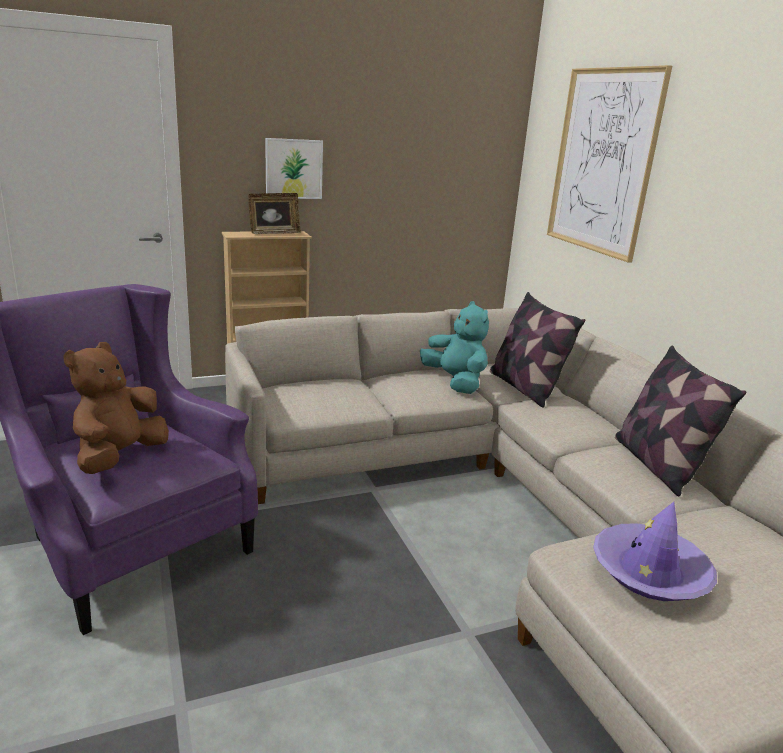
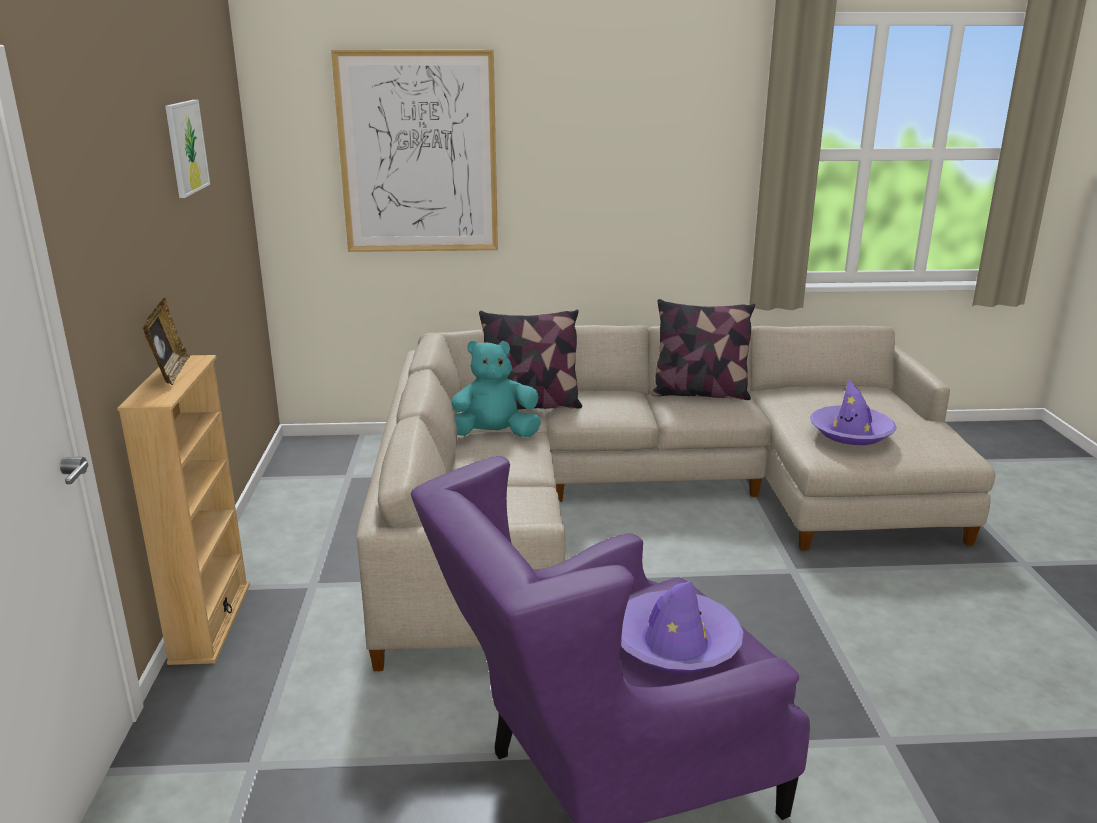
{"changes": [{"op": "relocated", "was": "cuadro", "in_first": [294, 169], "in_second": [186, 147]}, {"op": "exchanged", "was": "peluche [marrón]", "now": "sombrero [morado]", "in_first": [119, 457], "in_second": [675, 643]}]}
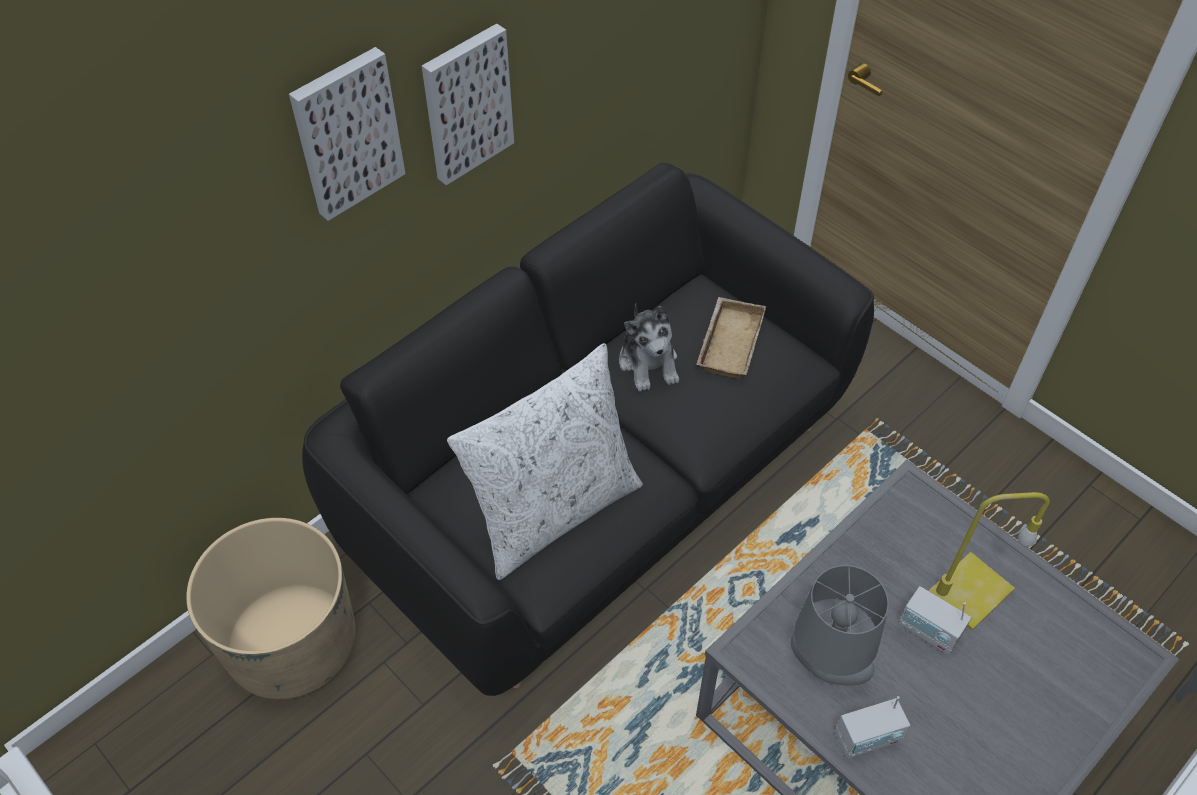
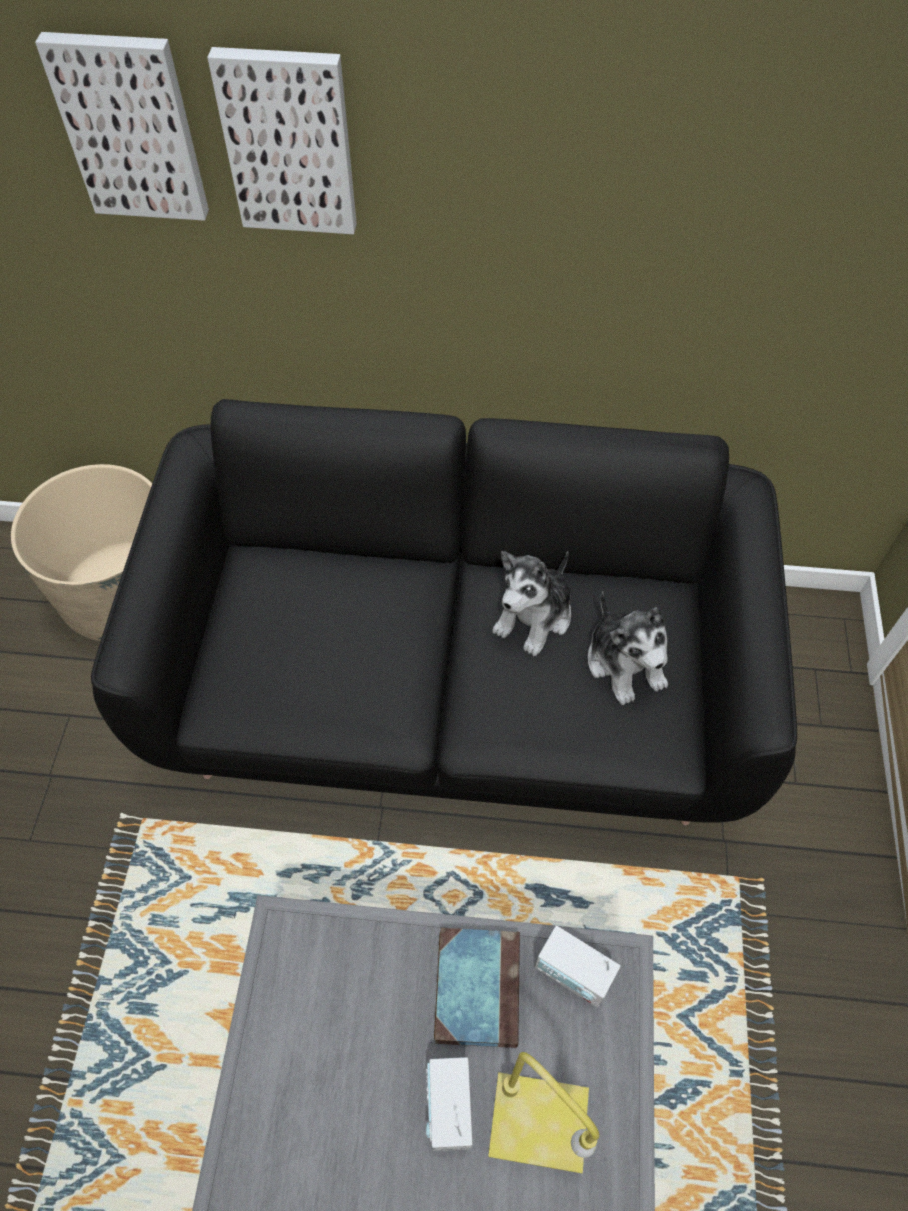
{"changes": [{"op": "relocated", "was": "cuadro", "in_first": [465, 103], "in_second": [131, 127]}, {"op": "appeared", "now": "libro", "in_second": [476, 986]}, {"op": "relocated", "was": "radio", "in_first": [868, 738], "in_second": [573, 973]}, {"op": "exchanged", "was": "bandeja [beis]", "now": "peluche", "in_first": [728, 341], "in_second": [625, 663]}, {"op": "missing", "was": "cojín [blanco]", "in_first": [553, 510]}, {"op": "missing", "was": "lámpara de mesa [gris]", "in_first": [825, 668]}]}
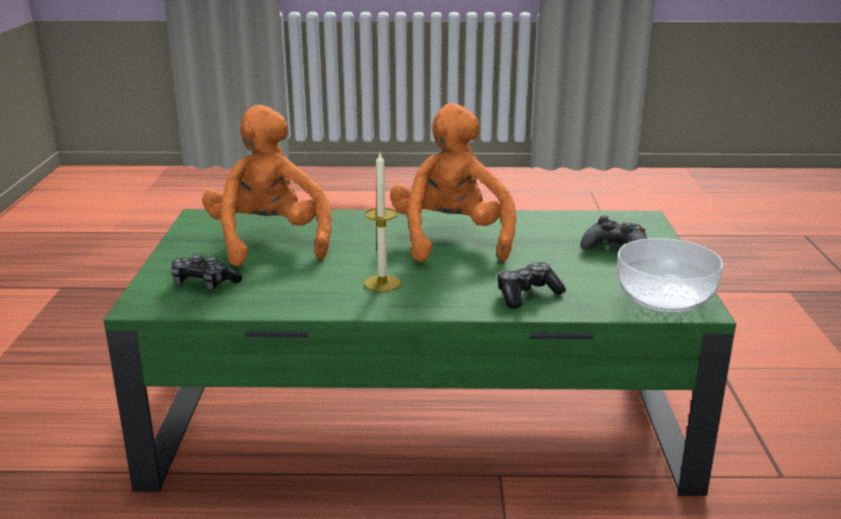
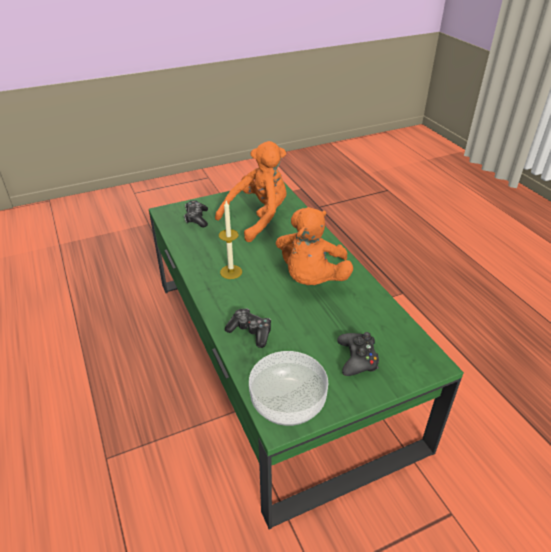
{"changes": [{"op": "spun", "was": "peluche [naranja]", "in_first": [451, 240], "in_second": [311, 279], "clockwise": 135}]}
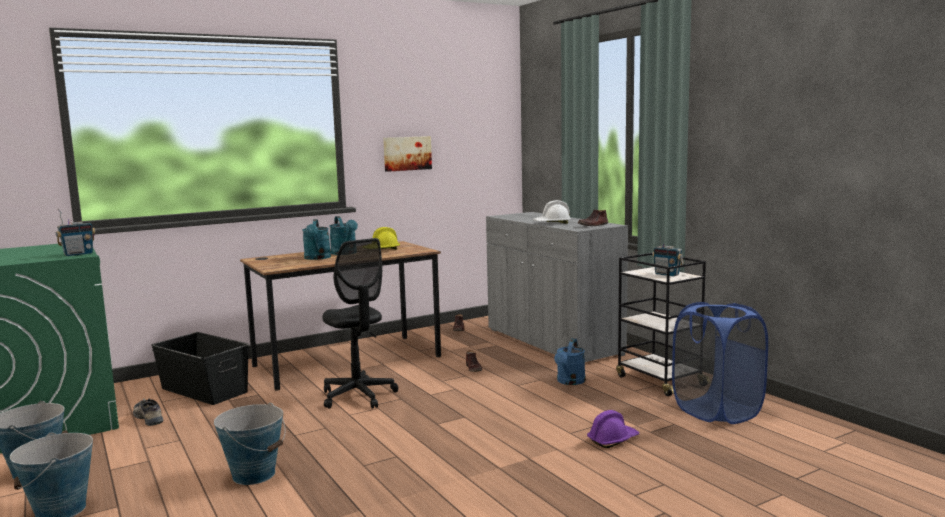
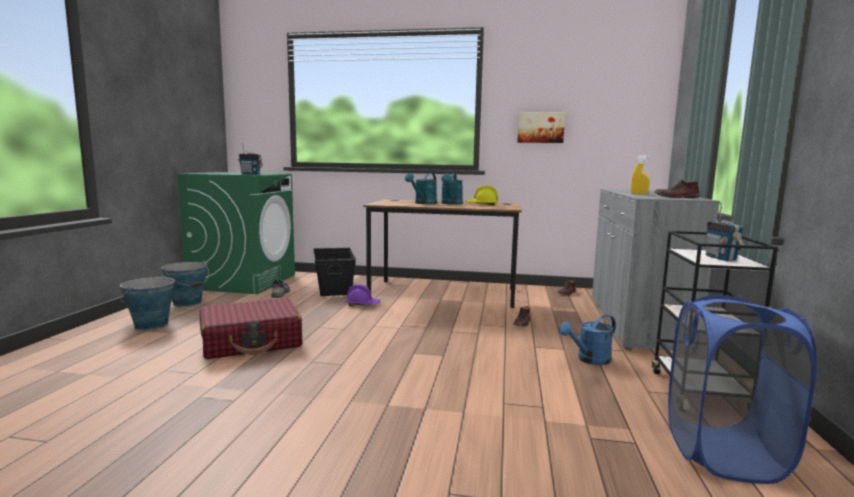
{"changes": [{"op": "exchanged", "was": "cubo", "now": "maleta [rojo]", "in_first": [254, 474], "in_second": [251, 341]}, {"op": "relocated", "was": "casco [morado]", "in_first": [612, 440], "in_second": [362, 304]}, {"op": "exchanged", "was": "casco [blanco]", "now": "pulverizador [amarillo]", "in_first": [552, 223], "in_second": [639, 194]}, {"op": "missing", "was": "silla de oficina [negro]", "in_first": [358, 396]}]}
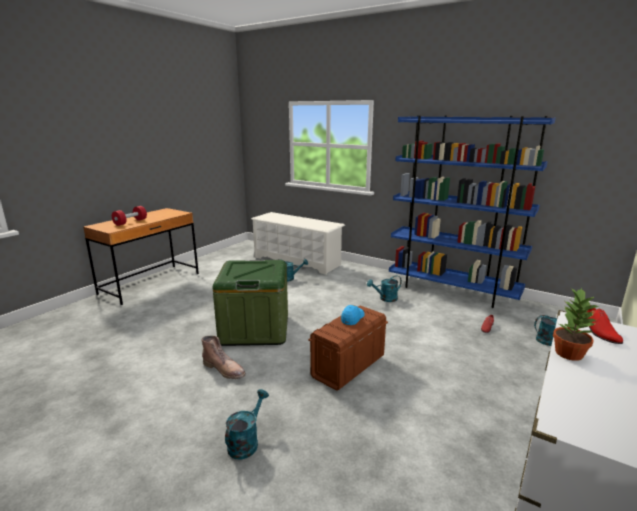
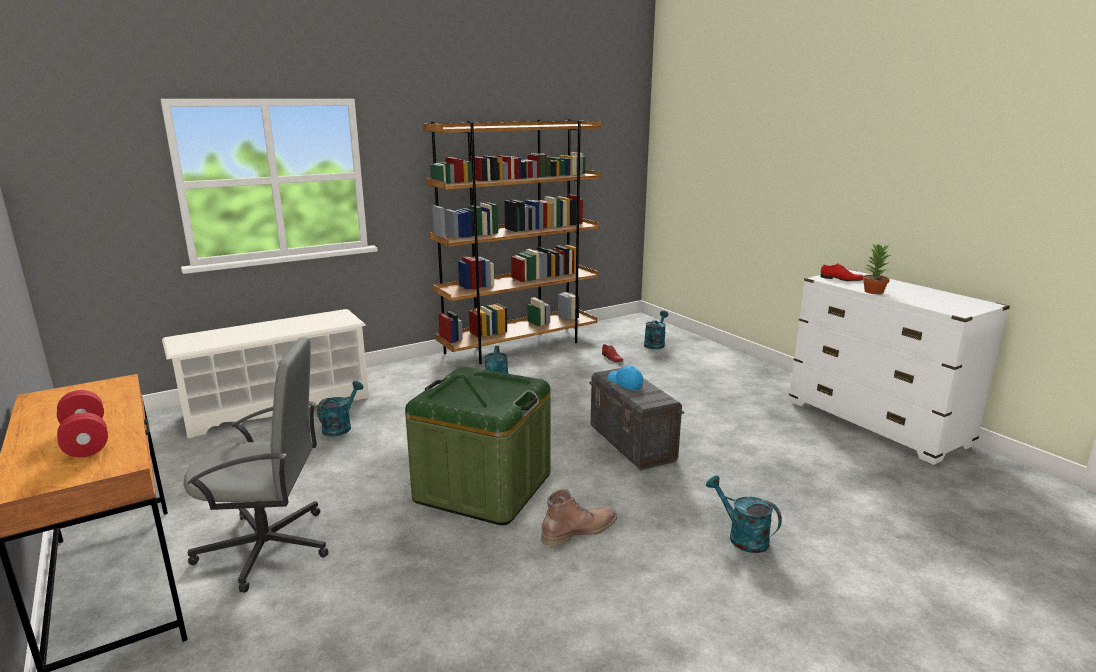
{"changes": [{"op": "appeared", "now": "silla de oficina [gris]", "in_second": [268, 547]}, {"op": "colour", "was": "estantería [azul]", "now": "estantería [marrón]", "in_first": [452, 291], "in_second": [519, 346]}, {"op": "colour", "was": "caja de almacenaje [marrón]", "now": "caja de almacenaje [gris]", "in_first": [348, 366], "in_second": [632, 444]}]}
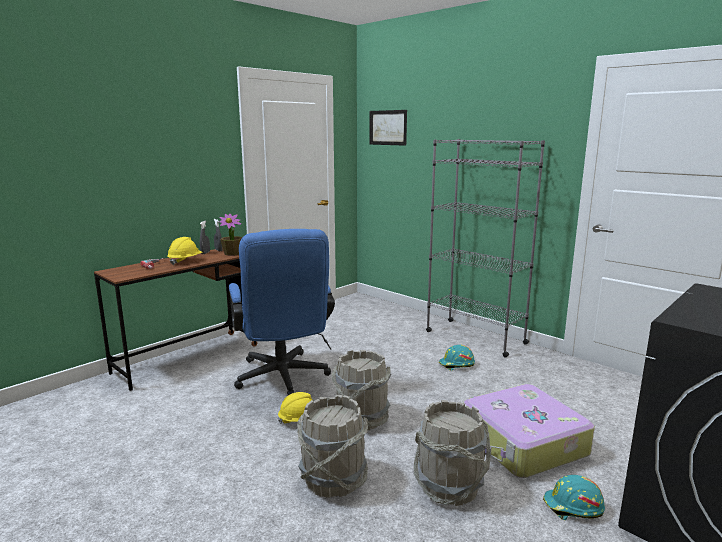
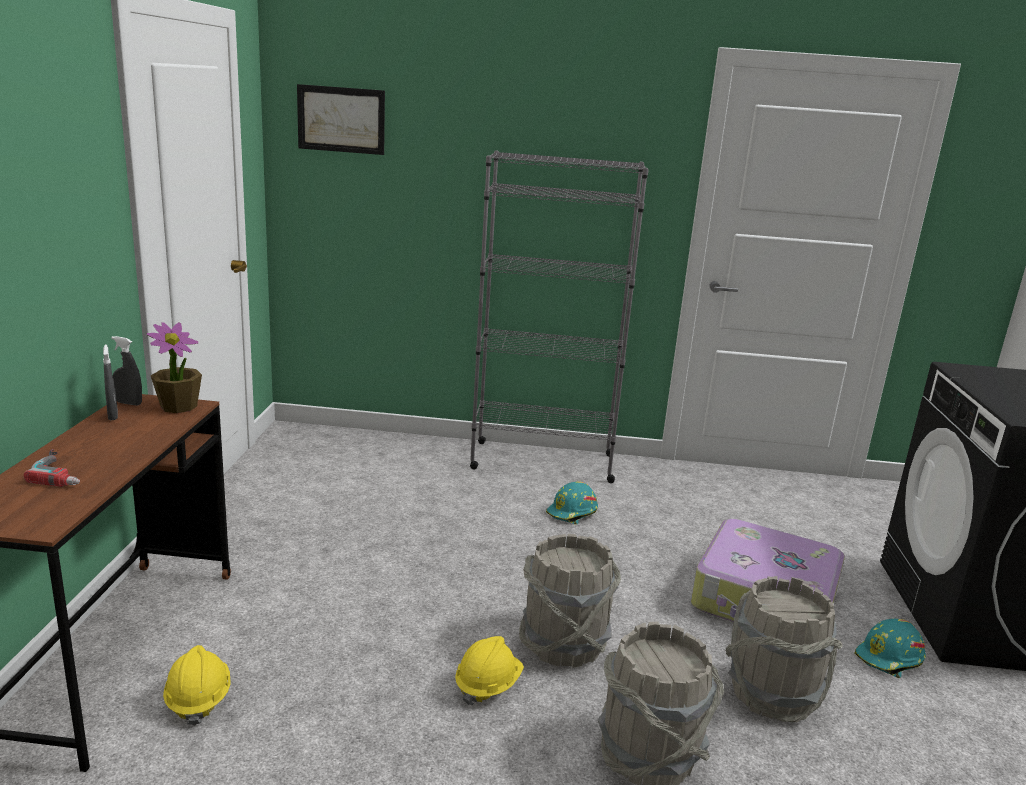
{"changes": [{"op": "relocated", "was": "casco [amarillo]", "in_first": [185, 261], "in_second": [198, 699]}, {"op": "missing", "was": "silla de oficina [azul]", "in_first": [283, 379]}]}
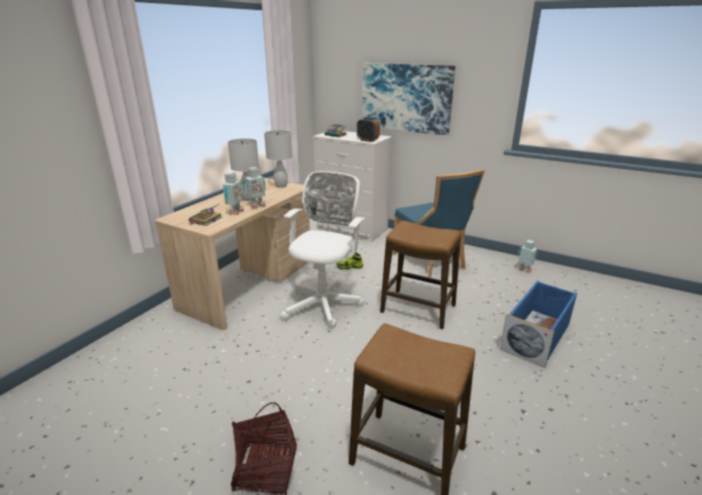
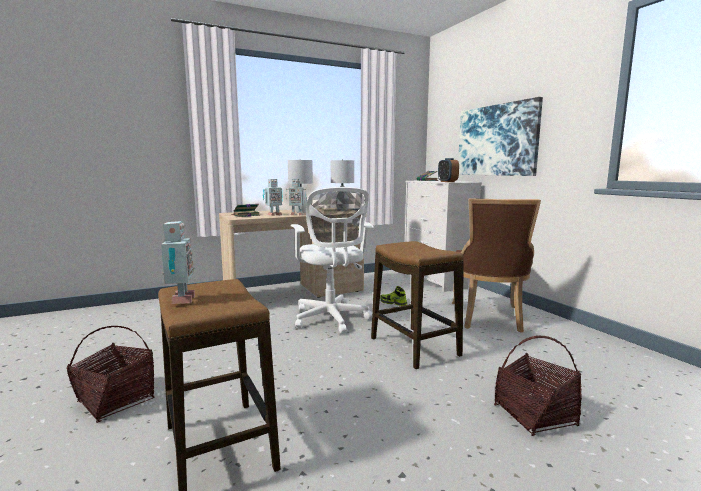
{"changes": [{"op": "relocated", "was": "robot de juguete", "in_first": [524, 271], "in_second": [180, 300]}, {"op": "spun", "was": "silla de oficina [blanco]", "in_first": [324, 303], "in_second": [331, 319], "clockwise": 105}, {"op": "colour", "was": "silla [azul]", "now": "silla [marrón]", "in_first": [432, 261], "in_second": [488, 318]}, {"op": "exchanged", "was": "caja de almacenaje [azul]", "now": "cesta", "in_first": [536, 336], "in_second": [535, 415]}]}
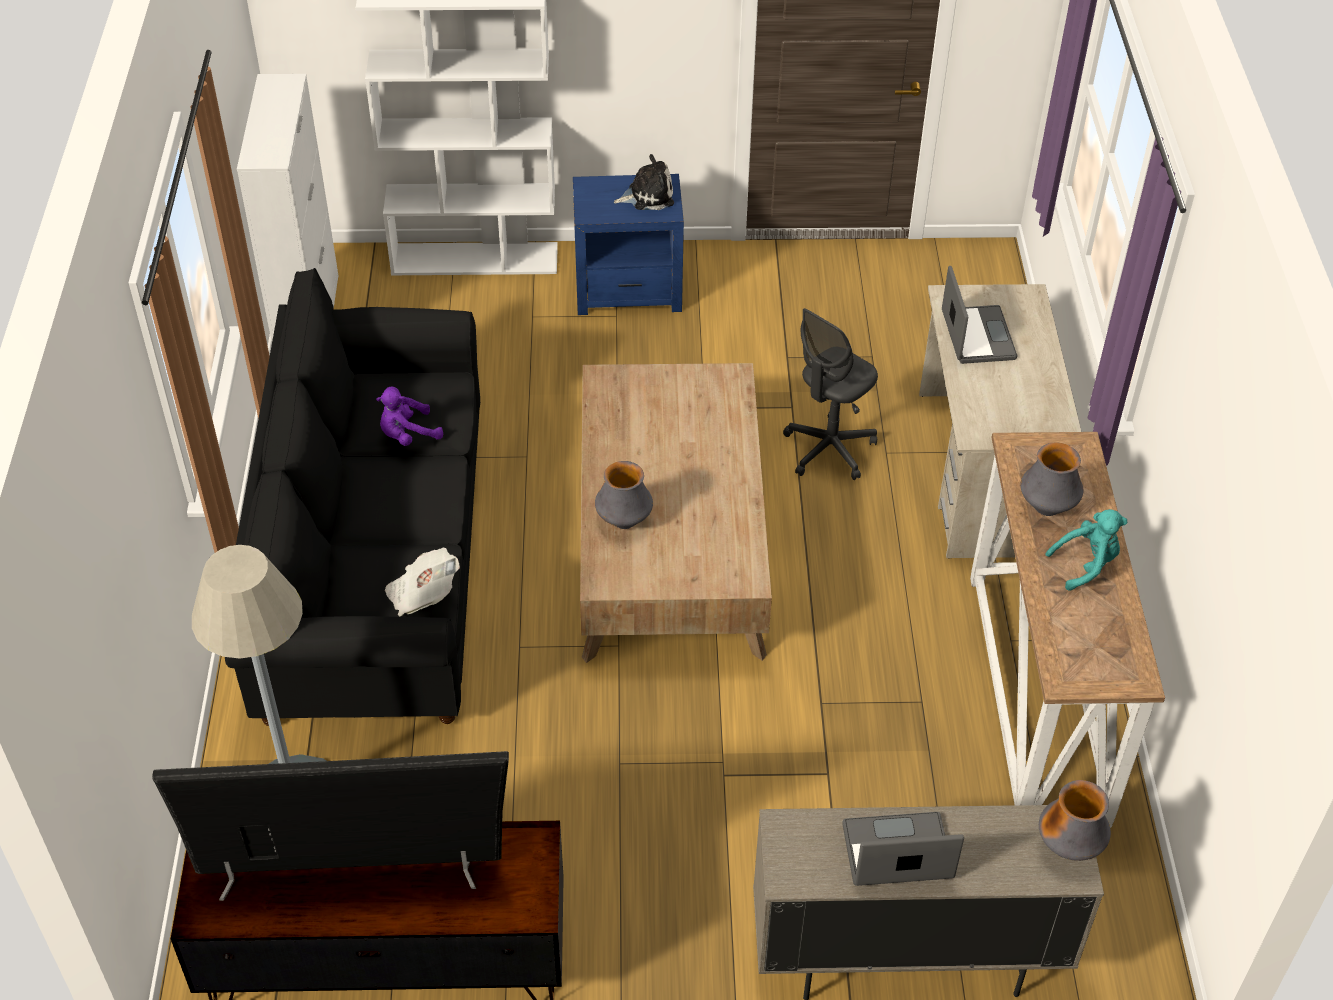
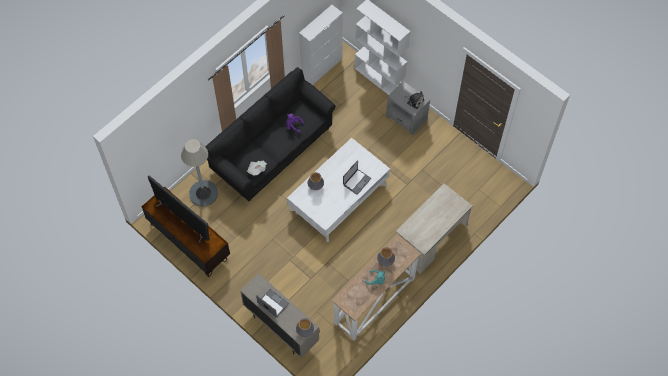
{"changes": [{"op": "colour", "was": "mesa de centro [marrón]", "now": "mesa de centro [blanco]", "in_first": [670, 543], "in_second": [339, 197]}, {"op": "relocated", "was": "portátil", "in_first": [976, 336], "in_second": [356, 181]}, {"op": "colour", "was": "mesa auxiliar [azul]", "now": "mesa auxiliar [gris]", "in_first": [629, 289], "in_second": [406, 118]}, {"op": "missing", "was": "silla de oficina [gris]", "in_first": [829, 449]}]}
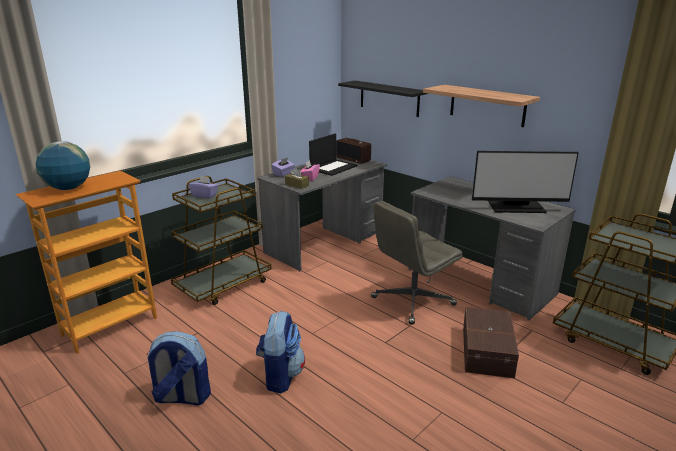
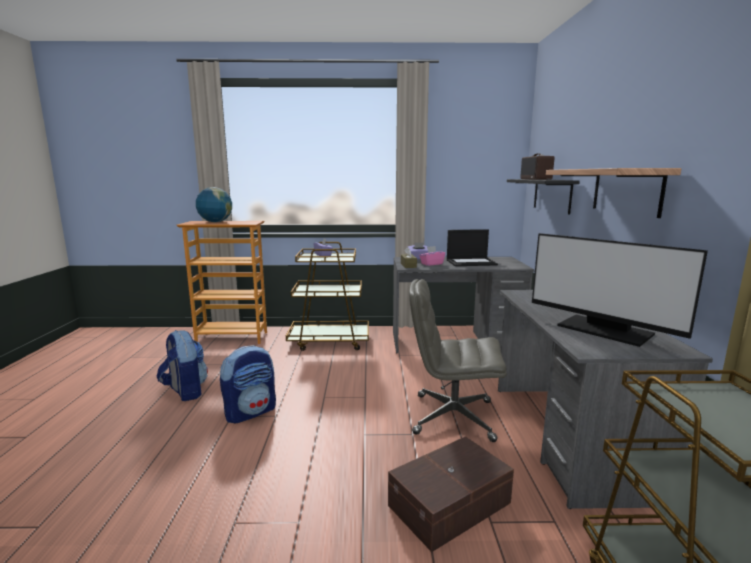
{"changes": [{"op": "relocated", "was": "radio", "in_first": [354, 159], "in_second": [536, 179]}]}
